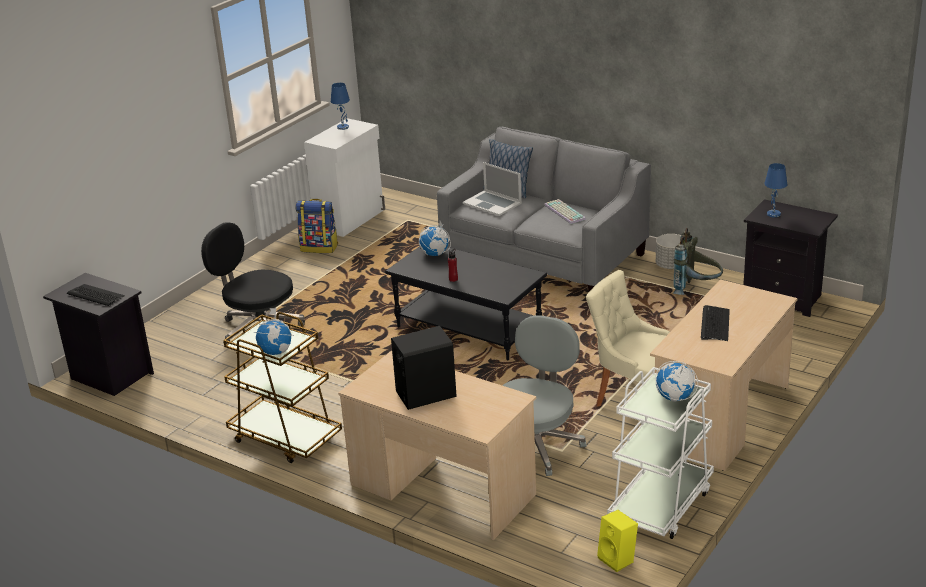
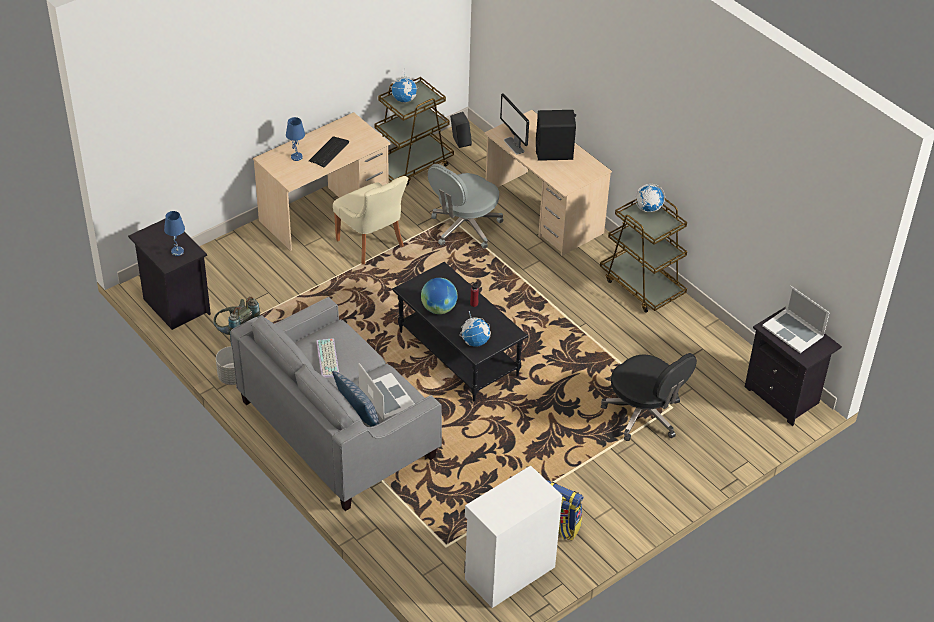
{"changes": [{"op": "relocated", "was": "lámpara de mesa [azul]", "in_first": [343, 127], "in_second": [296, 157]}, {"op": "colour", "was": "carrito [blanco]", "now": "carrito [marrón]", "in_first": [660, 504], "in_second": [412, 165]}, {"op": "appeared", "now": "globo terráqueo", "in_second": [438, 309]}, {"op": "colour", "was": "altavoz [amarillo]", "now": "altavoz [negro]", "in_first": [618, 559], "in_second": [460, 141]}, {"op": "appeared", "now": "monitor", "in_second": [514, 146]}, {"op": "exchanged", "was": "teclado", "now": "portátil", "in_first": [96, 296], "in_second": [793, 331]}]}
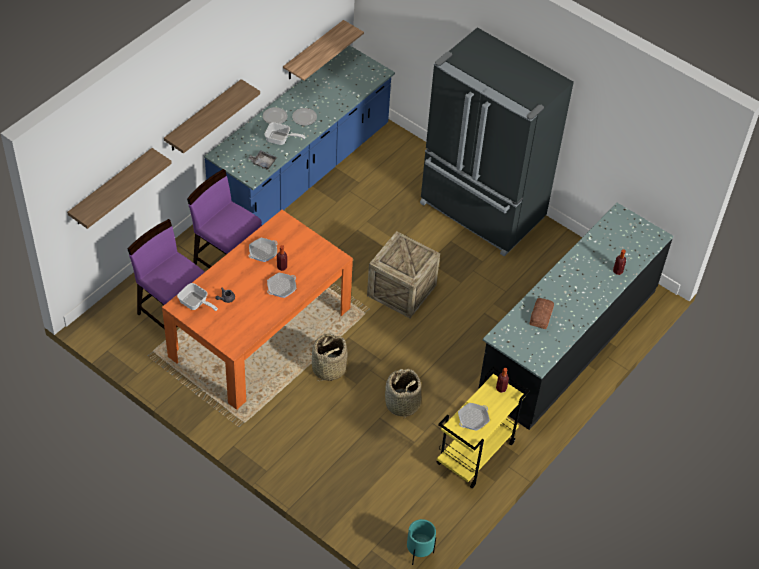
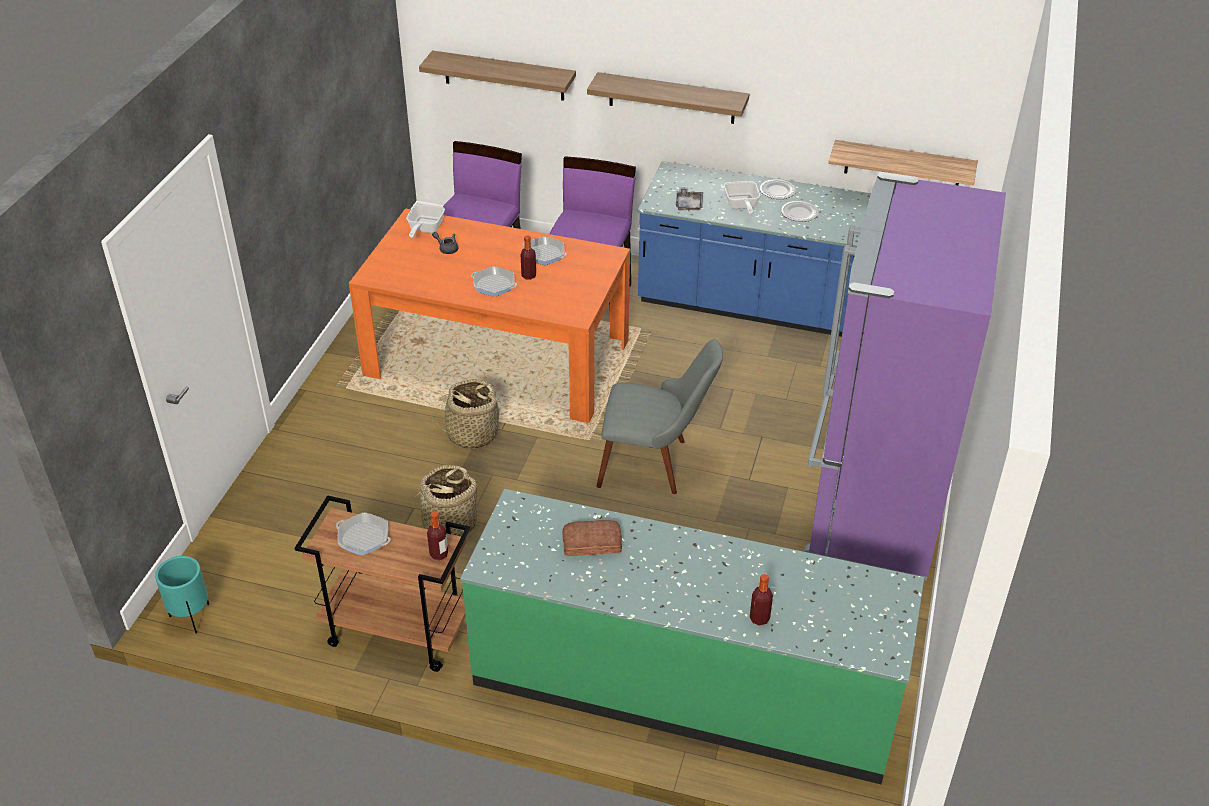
{"changes": [{"op": "colour", "was": "carrito [amarillo]", "now": "carrito [marrón]", "in_first": [476, 454], "in_second": [395, 632]}, {"op": "colour", "was": "mueble bajo de cocina [negro]", "now": "mueble bajo de cocina [verde]", "in_first": [567, 340], "in_second": [685, 685]}, {"op": "exchanged", "was": "caja de embalaje", "now": "silla [gris]", "in_first": [401, 290], "in_second": [655, 463]}, {"op": "colour", "was": "nevera [negro]", "now": "nevera [morado]", "in_first": [481, 212], "in_second": [873, 504]}]}
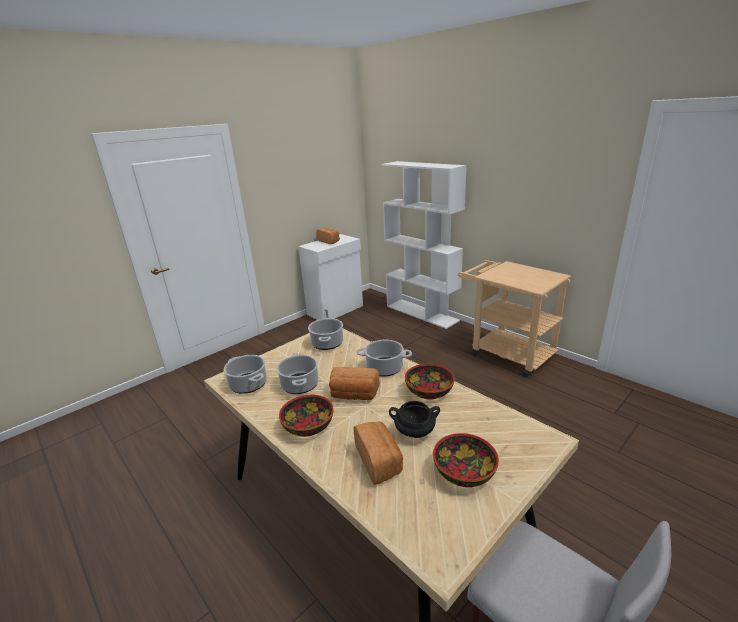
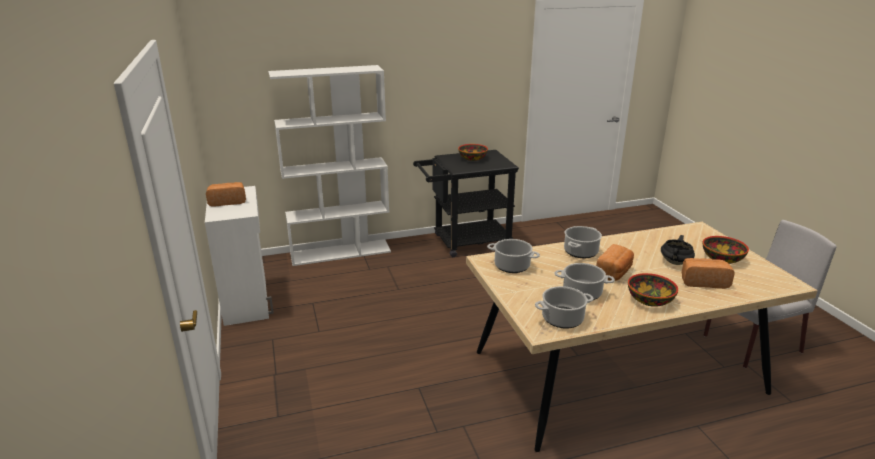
{"changes": [{"op": "colour", "was": "carrito [beis]", "now": "carrito [negro]", "in_first": [505, 352], "in_second": [465, 242]}, {"op": "relocated", "was": "cuenco", "in_first": [429, 391], "in_second": [472, 158]}]}
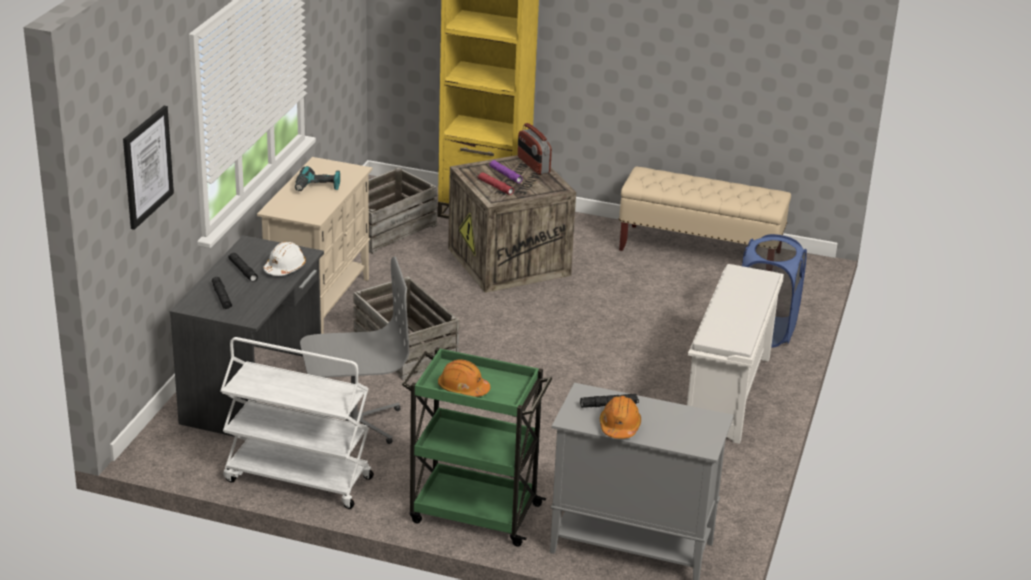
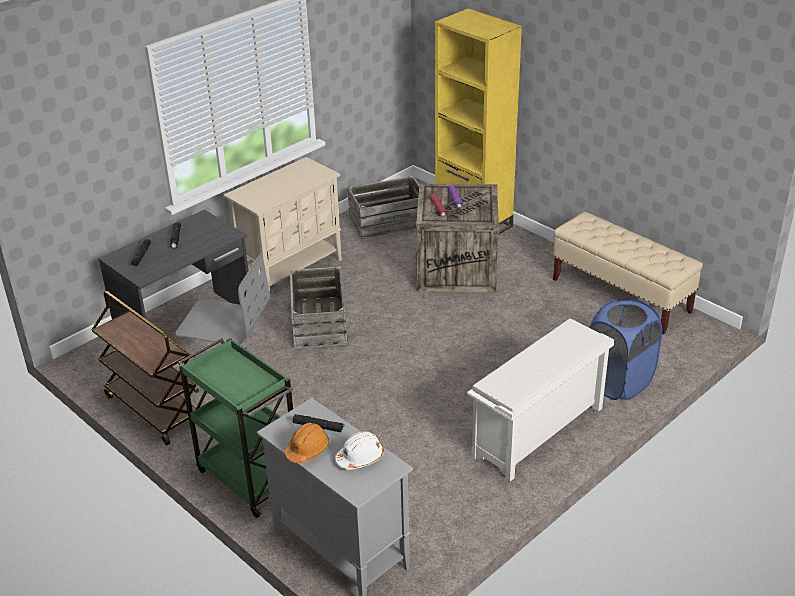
{"changes": [{"op": "colour", "was": "carrito [blanco]", "now": "carrito [marrón]", "in_first": [297, 479], "in_second": [153, 409]}, {"op": "relocated", "was": "casco [blanco]", "in_first": [285, 268], "in_second": [360, 457]}, {"op": "missing", "was": "cuadro", "in_first": [147, 166]}, {"op": "missing", "was": "taladro", "in_first": [317, 187]}, {"op": "missing", "was": "casco [naranja]", "in_first": [463, 388]}, {"op": "missing", "was": "radio", "in_first": [533, 165]}]}
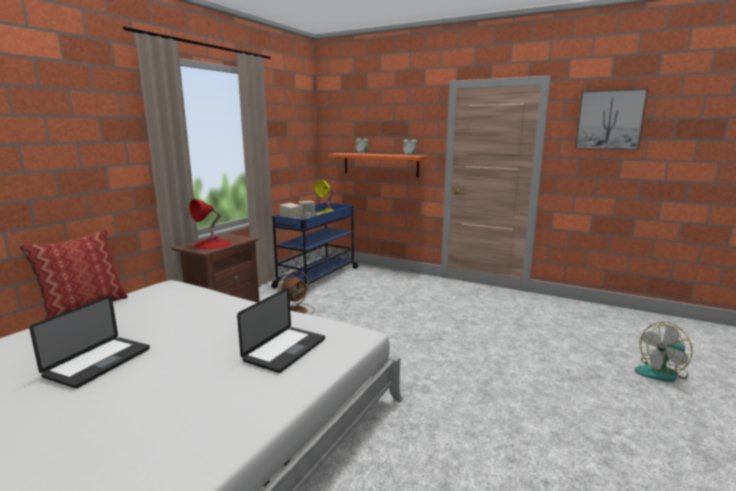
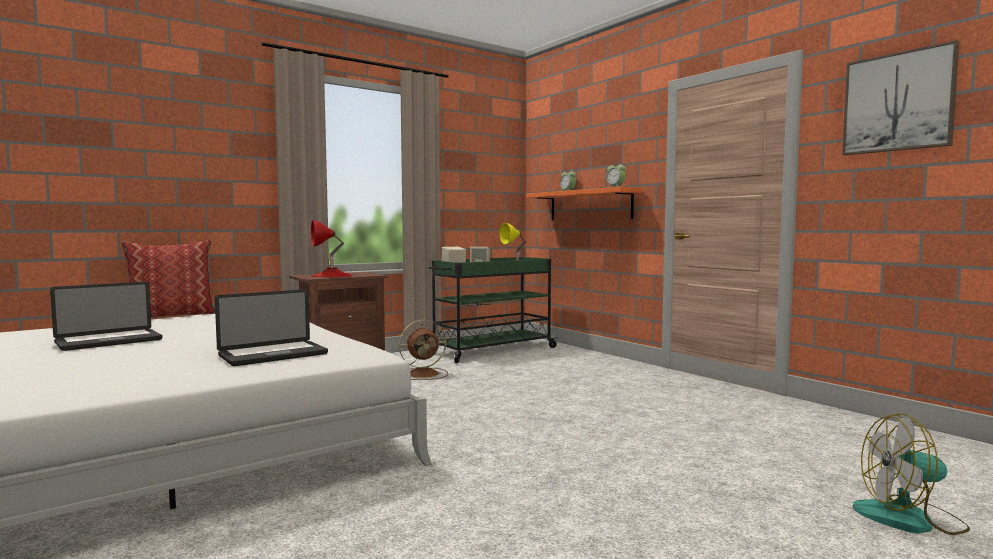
{"changes": [{"op": "colour", "was": "carrito [azul]", "now": "carrito [verde]", "in_first": [316, 278], "in_second": [491, 350]}]}
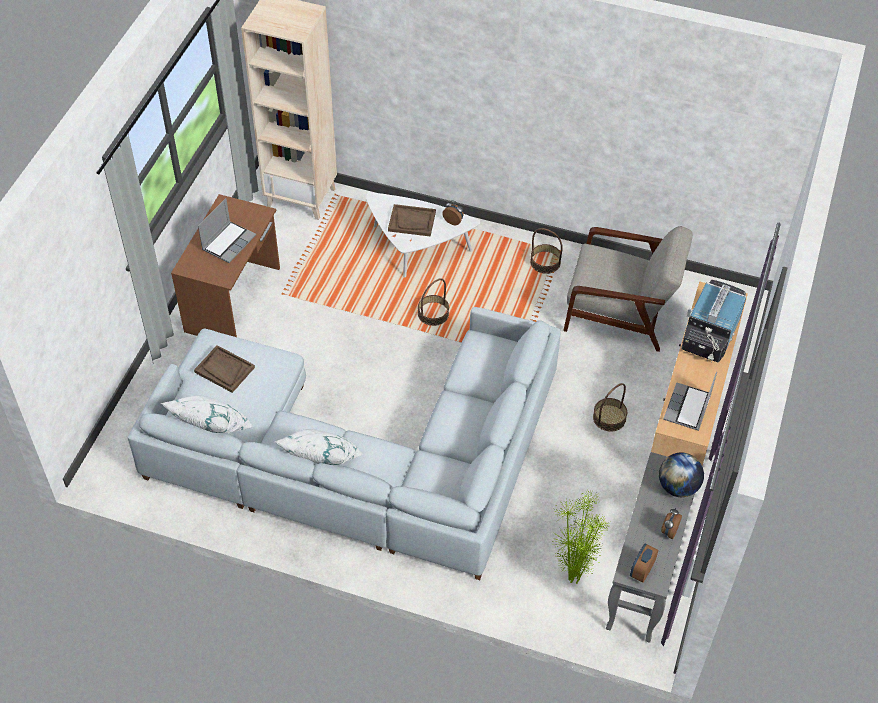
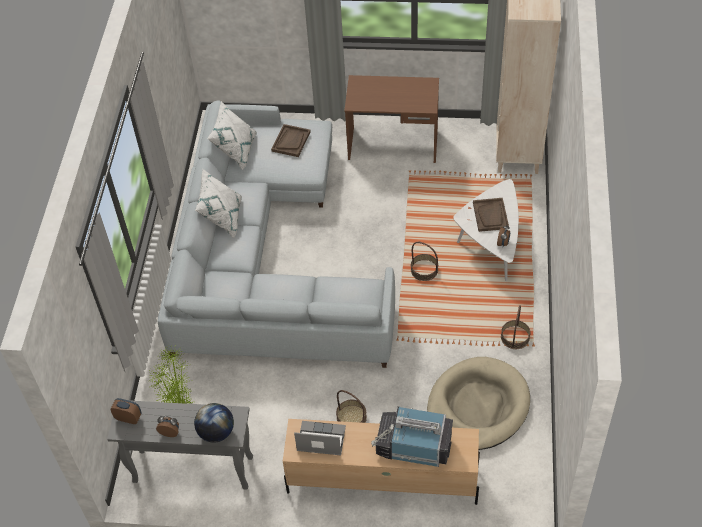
{"changes": [{"op": "exchanged", "was": "sillón [gris]", "now": "cama para perro [beis]", "in_first": [621, 311], "in_second": [477, 406]}, {"op": "missing", "was": "portátil", "in_first": [228, 242]}]}
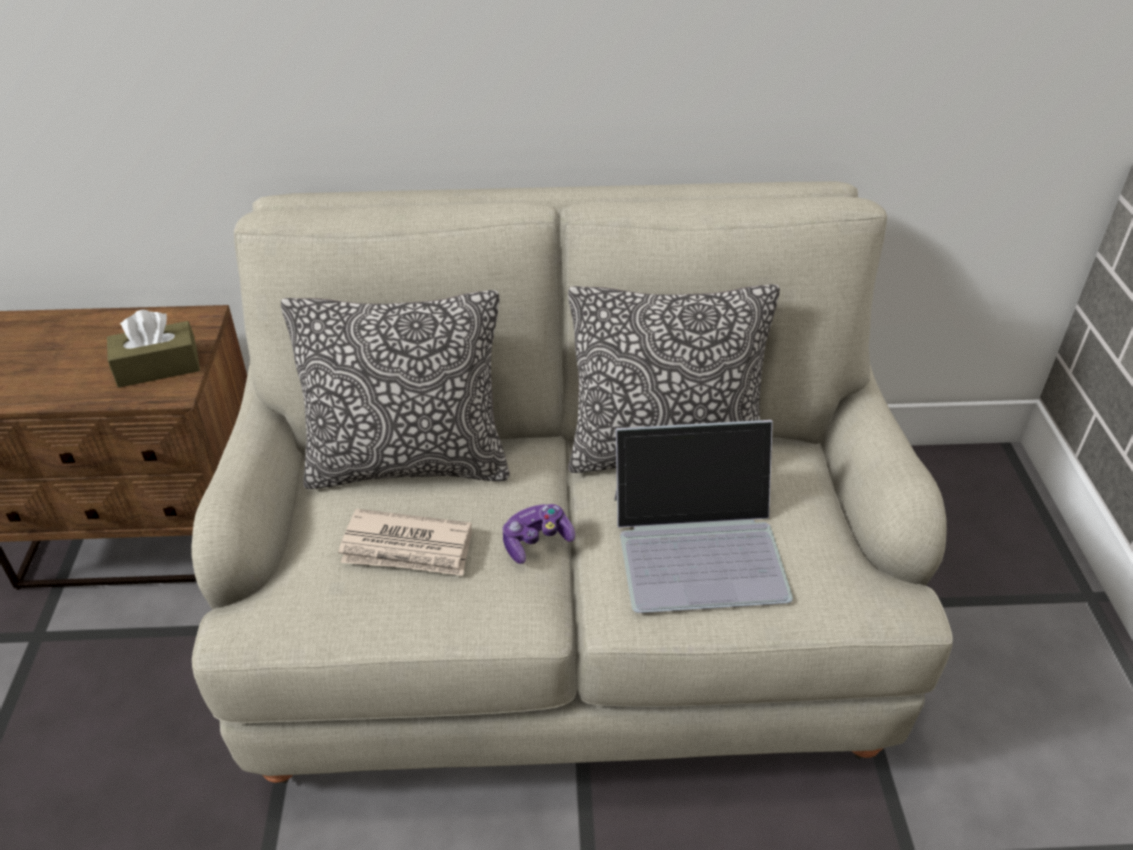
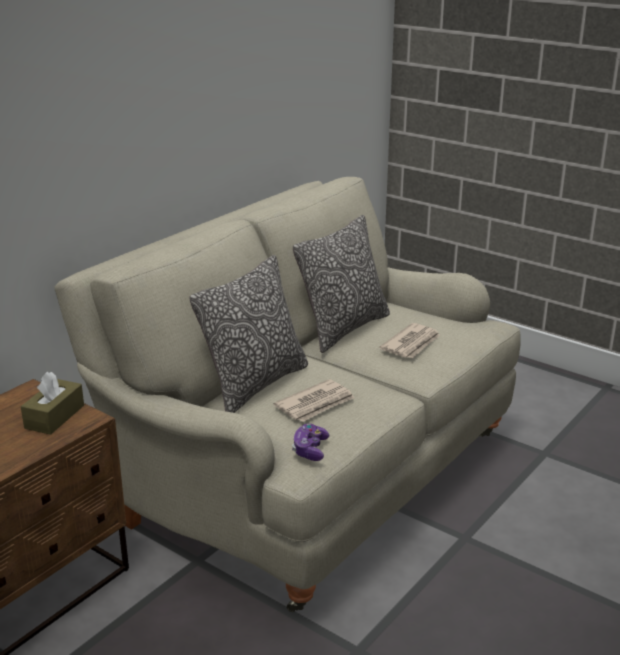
{"changes": [{"op": "relocated", "was": "mando de consola", "in_first": [536, 541], "in_second": [310, 449]}, {"op": "exchanged", "was": "portátil", "now": "periódico", "in_first": [700, 545], "in_second": [411, 344]}]}
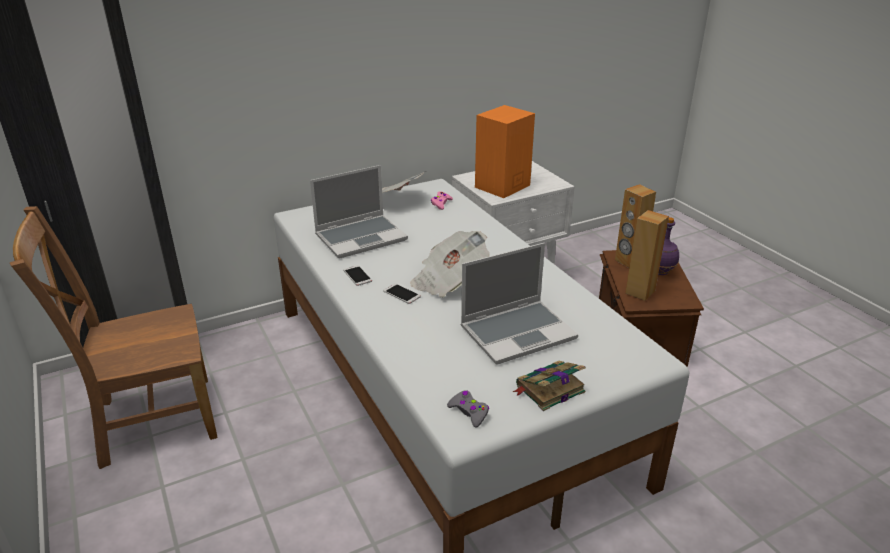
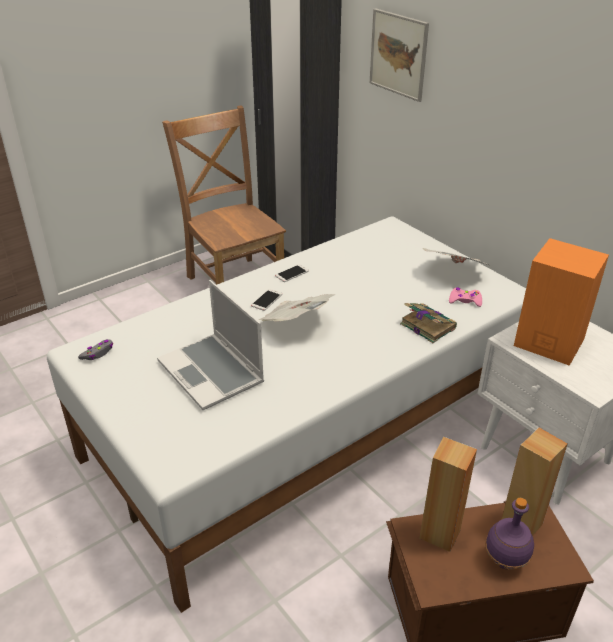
{"changes": [{"op": "appeared", "now": "cuadro", "in_second": [398, 54]}, {"op": "relocated", "was": "libro", "in_first": [548, 389], "in_second": [427, 325]}, {"op": "missing", "was": "portátil", "in_first": [361, 237]}]}
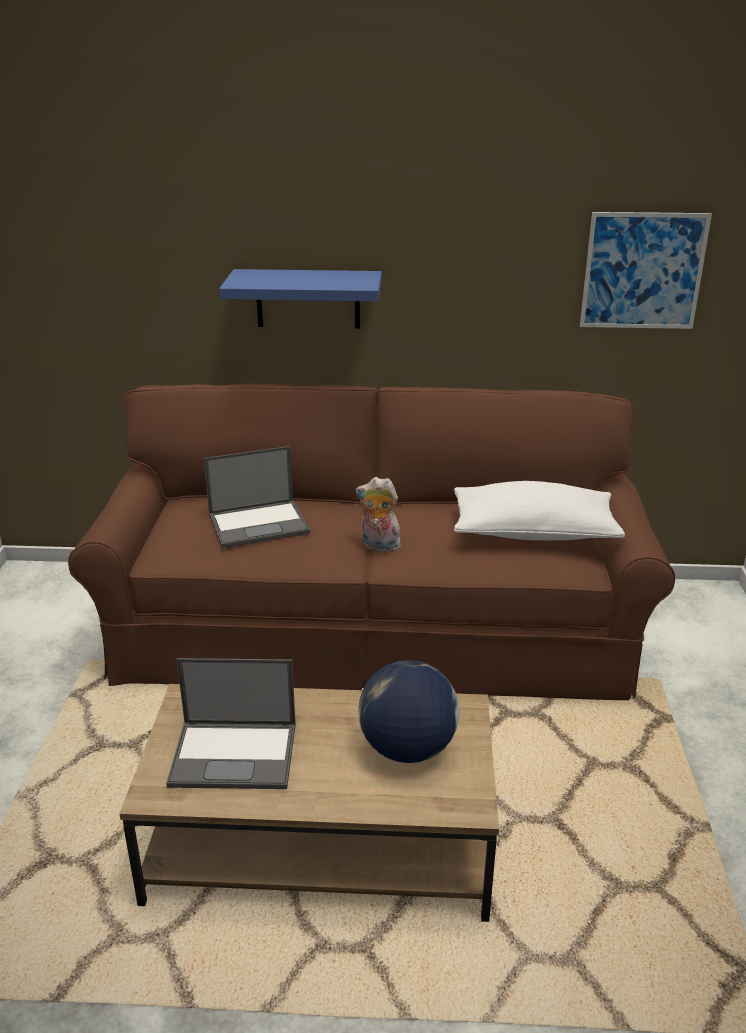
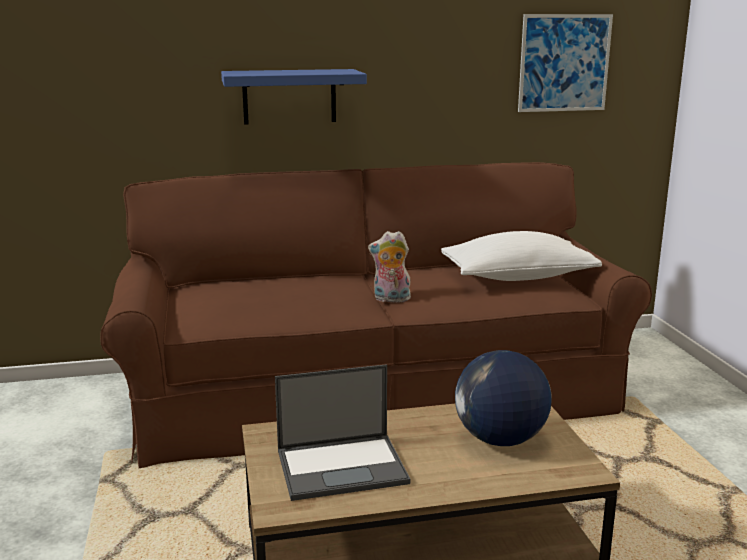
{"changes": [{"op": "missing", "was": "portátil", "in_first": [260, 524]}]}
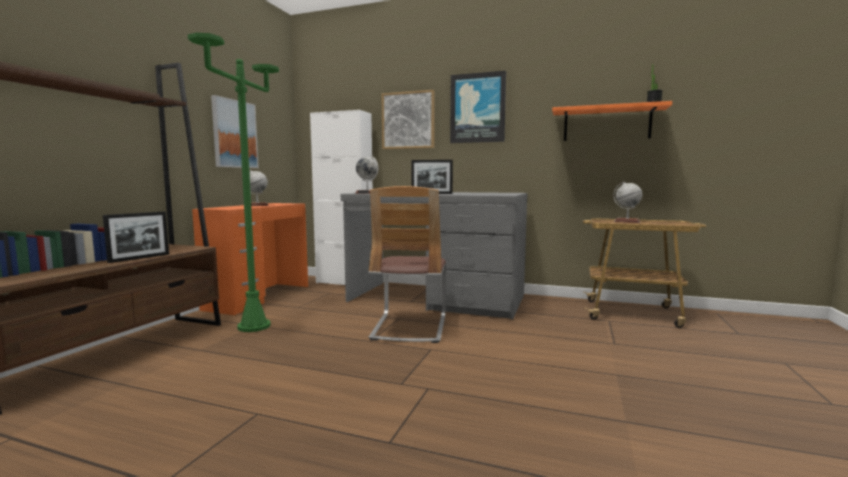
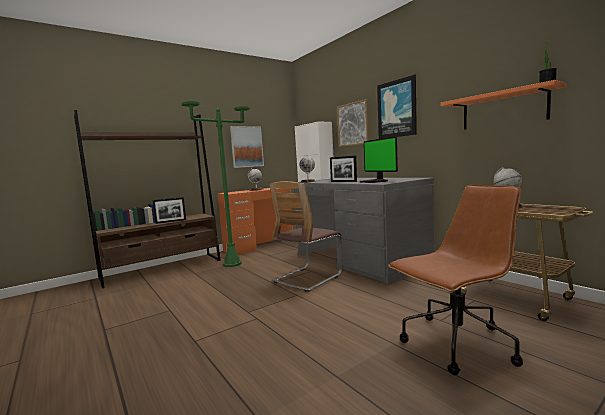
{"changes": [{"op": "appeared", "now": "monitor", "in_second": [375, 181]}, {"op": "appeared", "now": "silla de oficina [marrón]", "in_second": [456, 344]}]}
